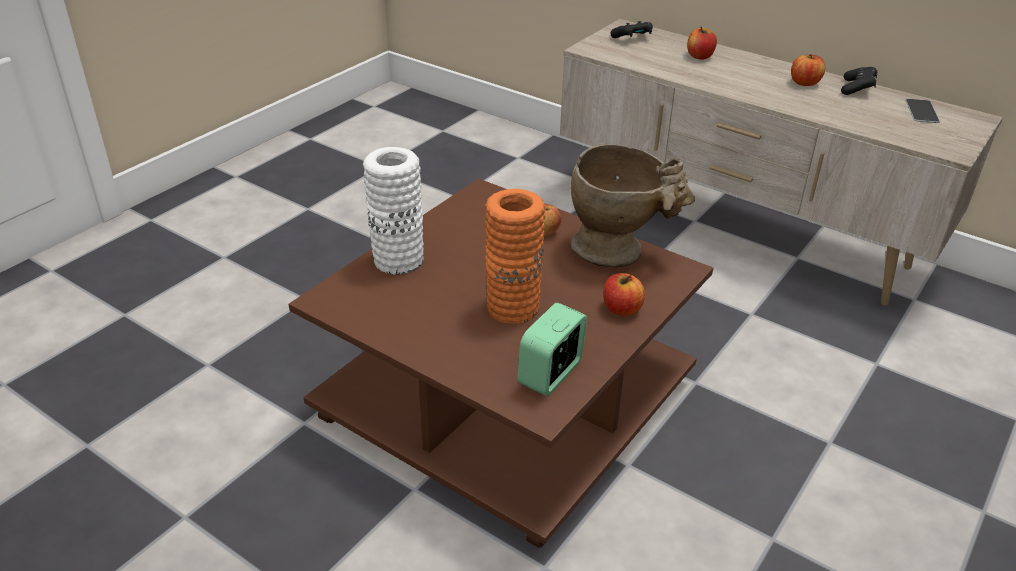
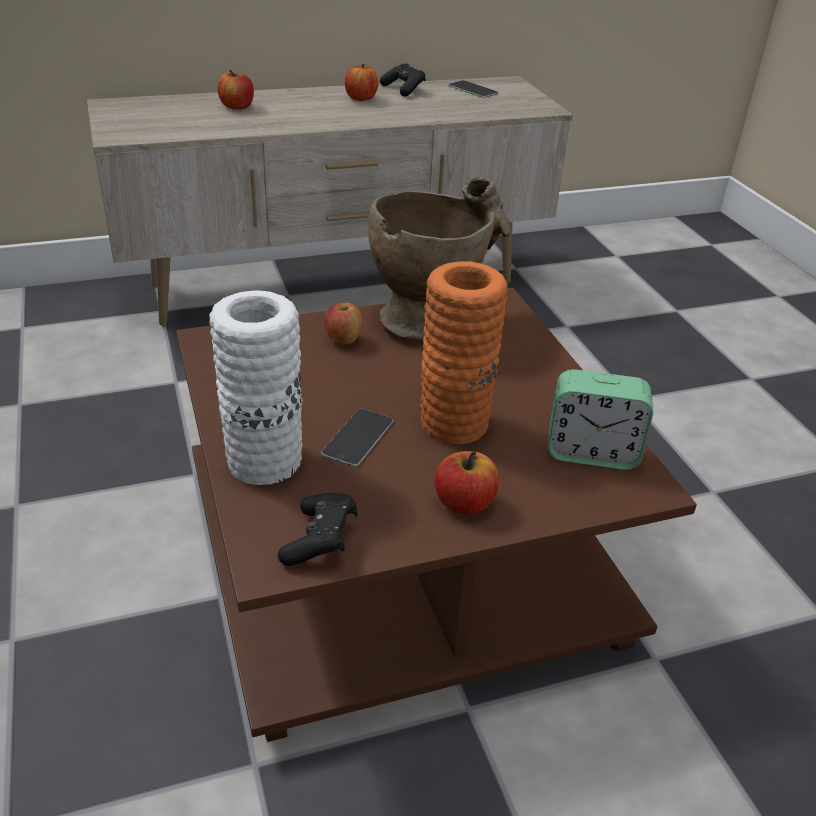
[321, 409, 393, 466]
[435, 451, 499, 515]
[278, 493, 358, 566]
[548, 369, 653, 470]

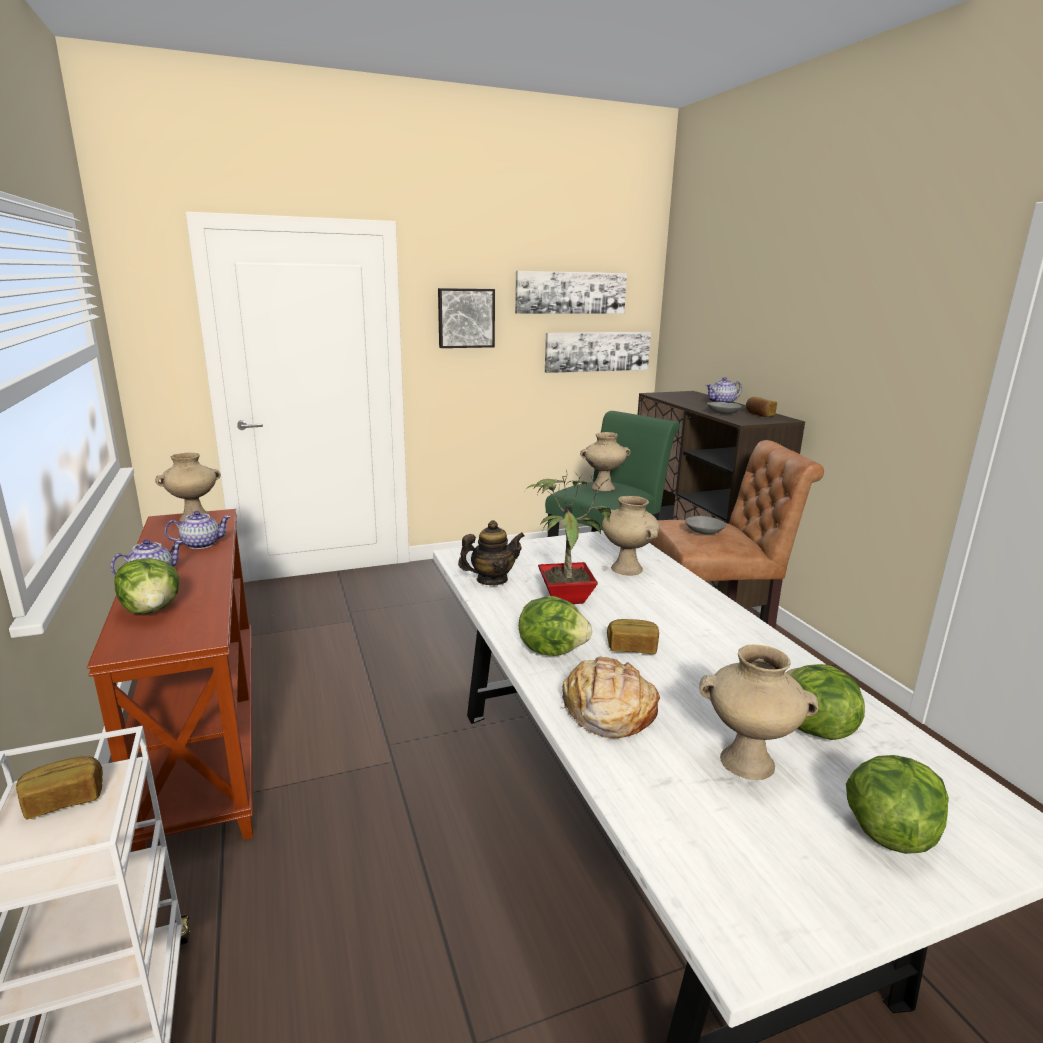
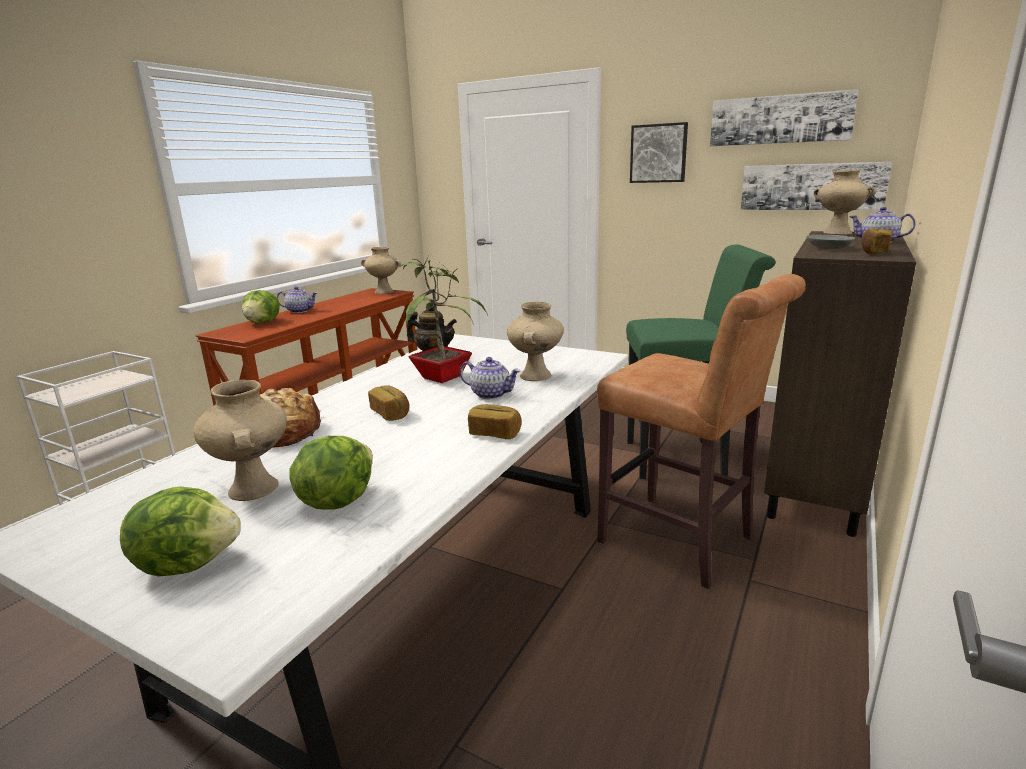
[519, 596, 592, 656] (first image)
[685, 516, 726, 534] (first image)
[468, 404, 522, 439]
[460, 357, 521, 399]
[813, 170, 876, 234]

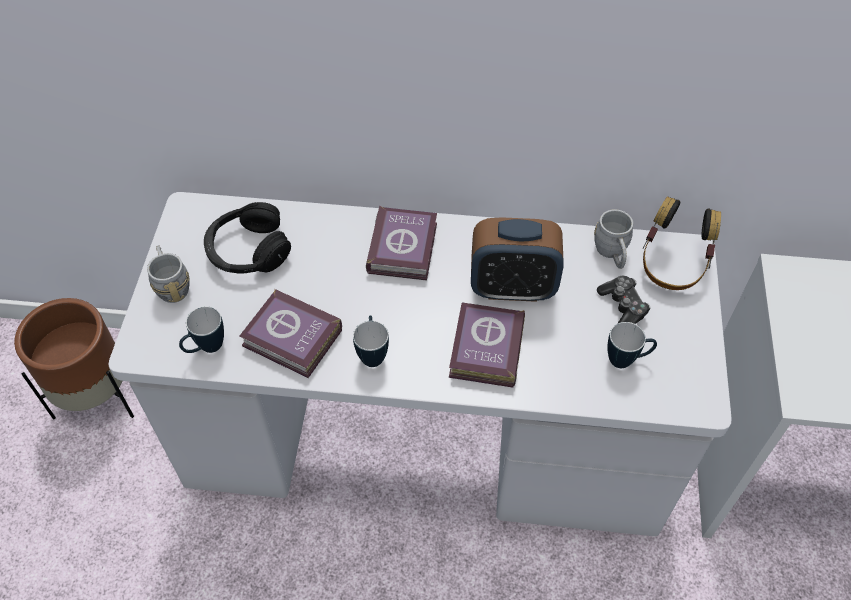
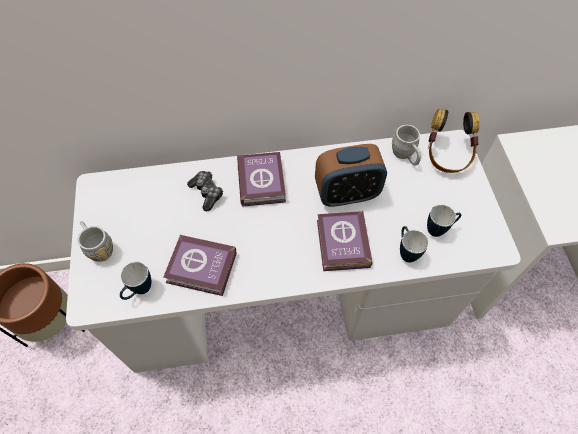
[204, 202, 291, 274] (first image)
[400, 226, 429, 262]
[187, 171, 223, 211]

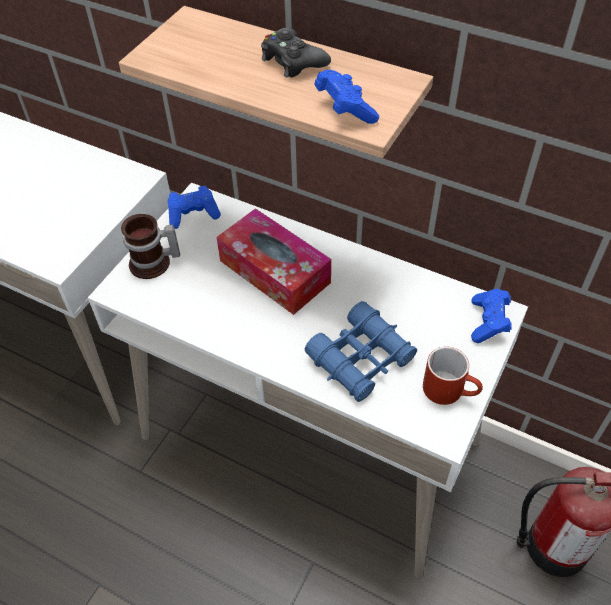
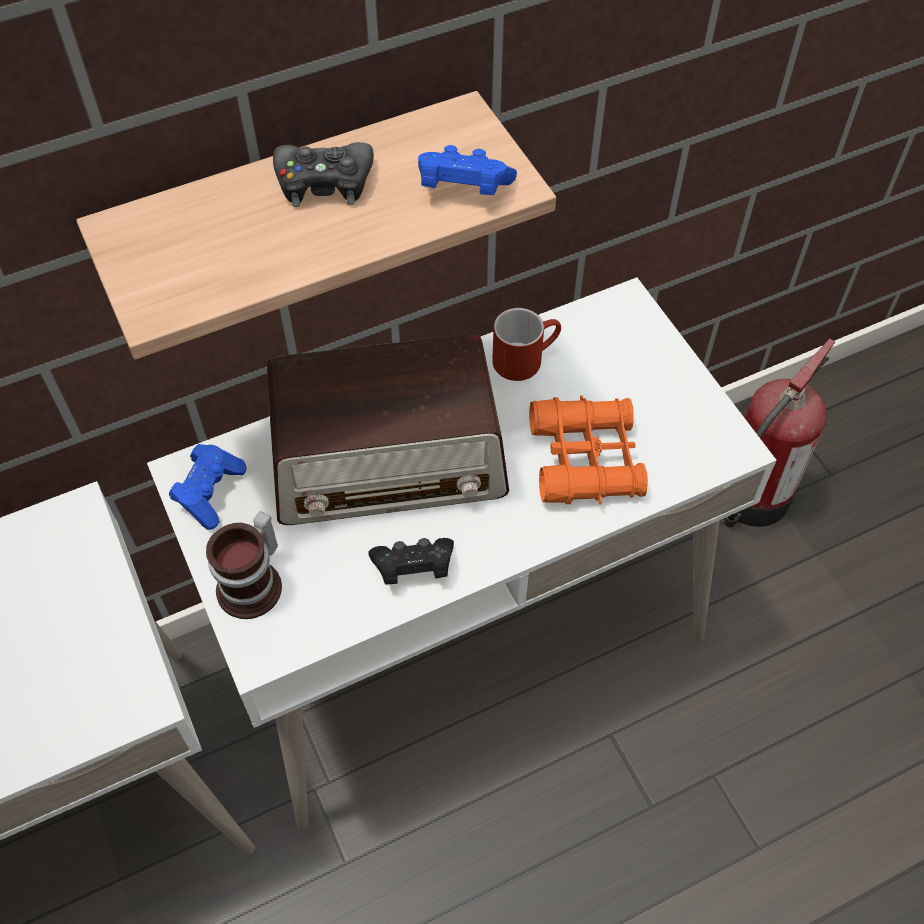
[471, 289, 512, 343] (first image)
[368, 538, 454, 585]
[492, 308, 561, 381]
[267, 334, 509, 525]
[529, 395, 648, 505]

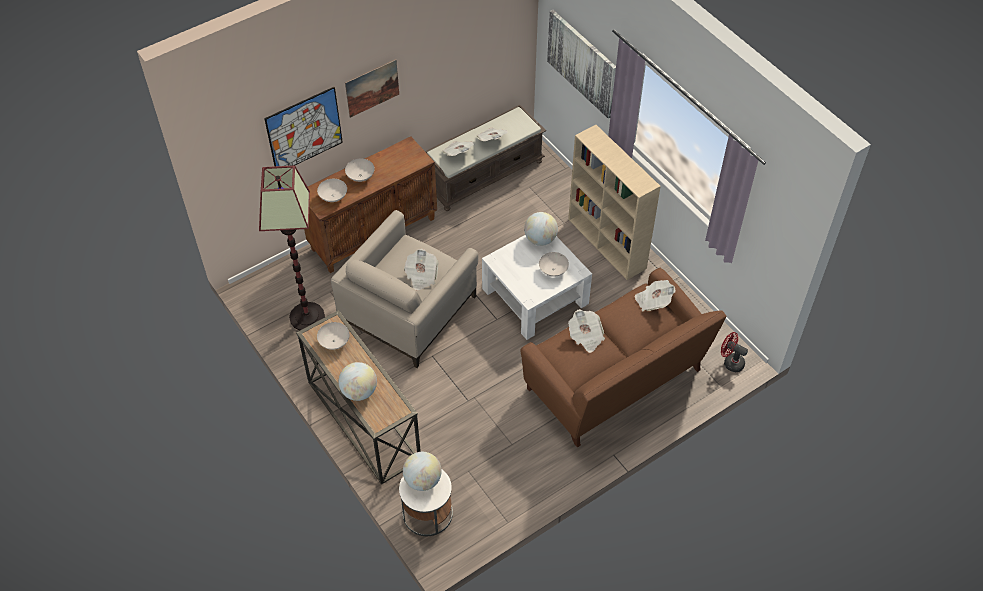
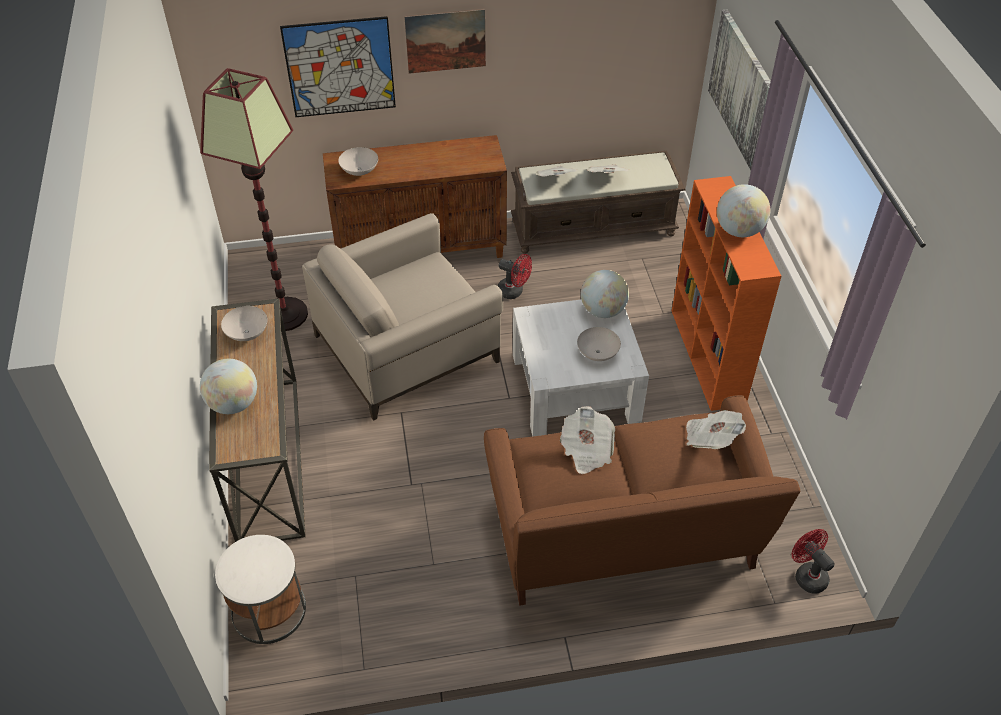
[345, 159, 375, 182] (first image)
[404, 249, 439, 291] (first image)
[498, 254, 532, 299]
[717, 184, 770, 237]
[672, 176, 781, 411]

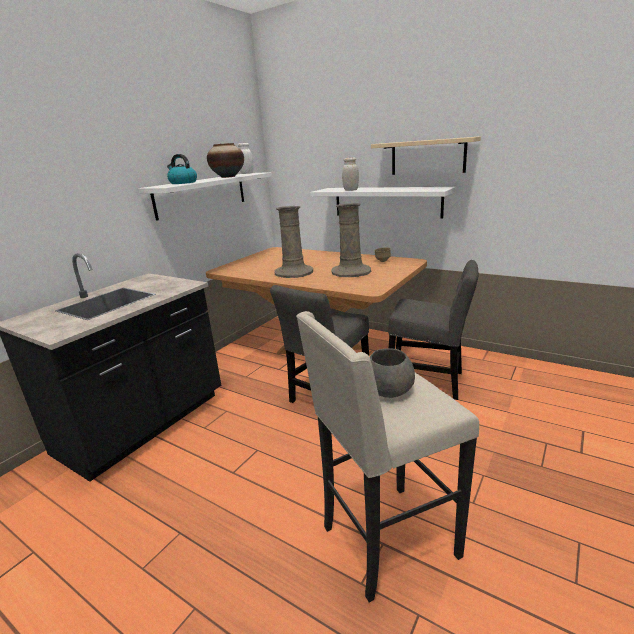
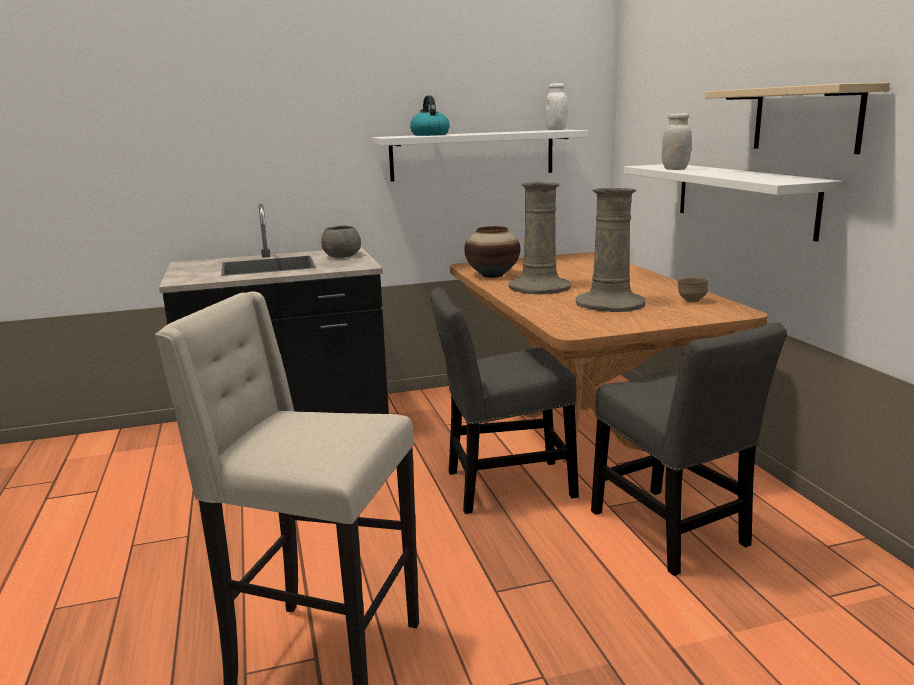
[464, 226, 520, 278]
[321, 226, 361, 258]

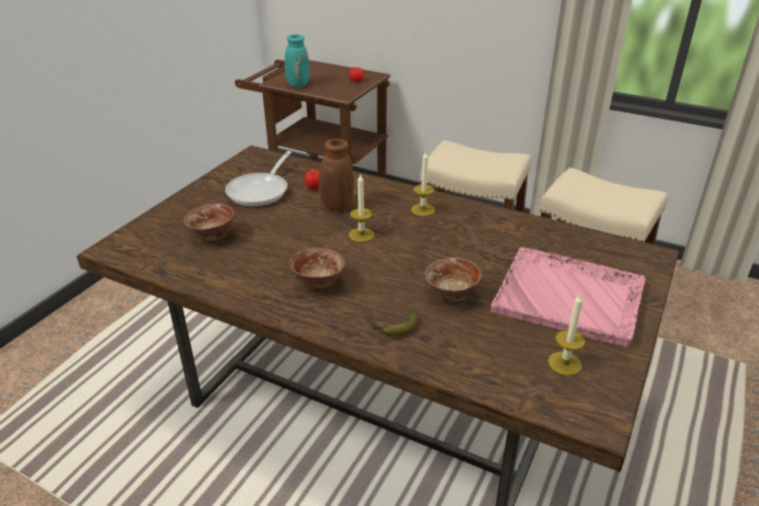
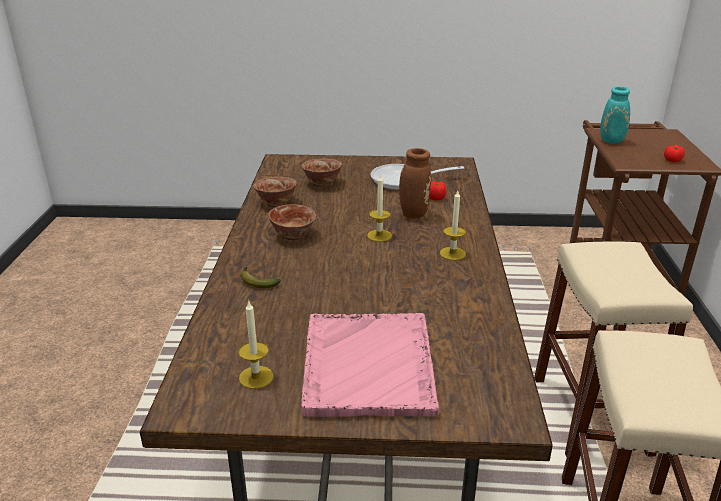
[253, 177, 297, 207]

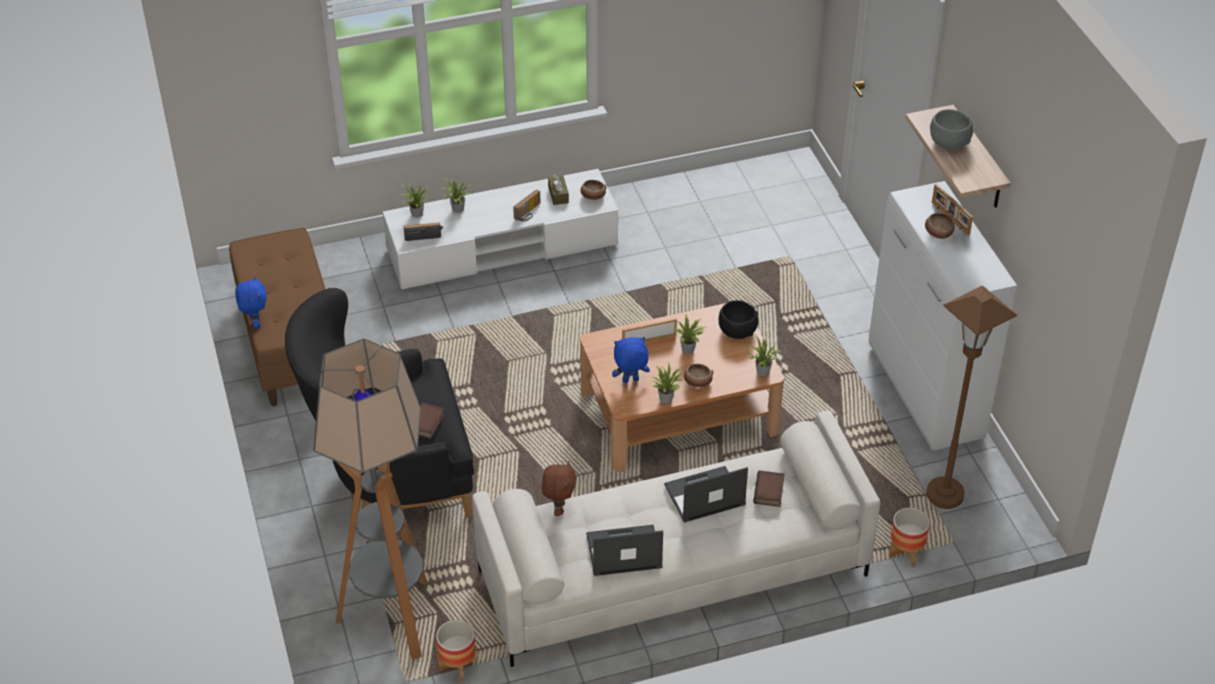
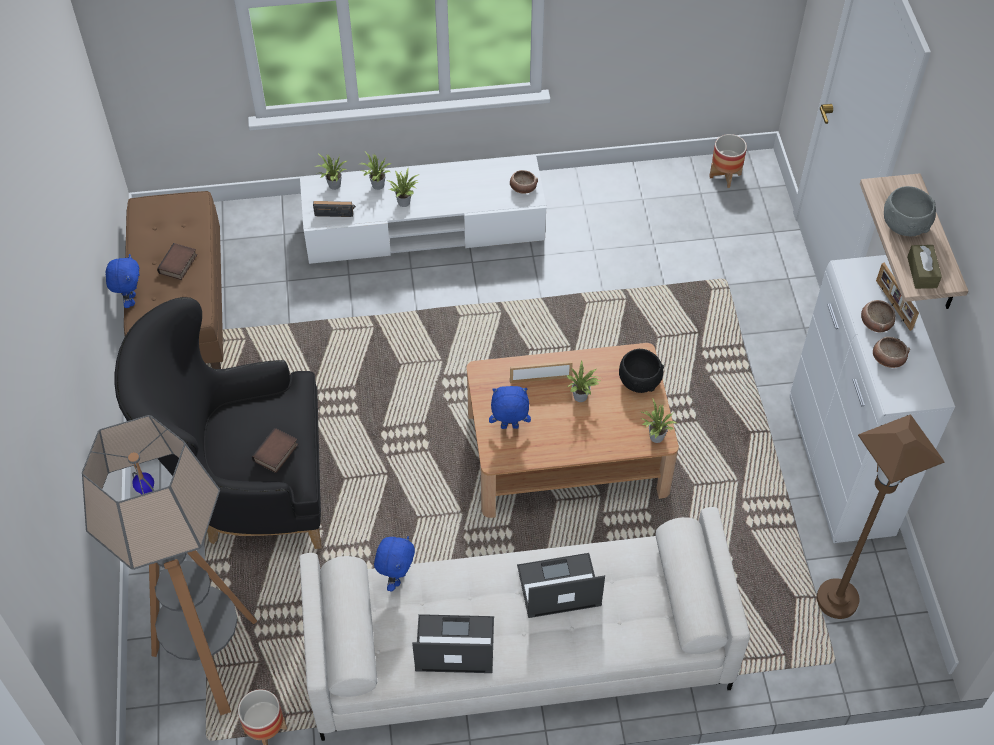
[513, 190, 541, 221] (first image)
[907, 245, 942, 289]
[386, 168, 420, 207]
[873, 337, 910, 368]
[157, 243, 197, 280]
[709, 134, 747, 188]
[374, 536, 415, 592]

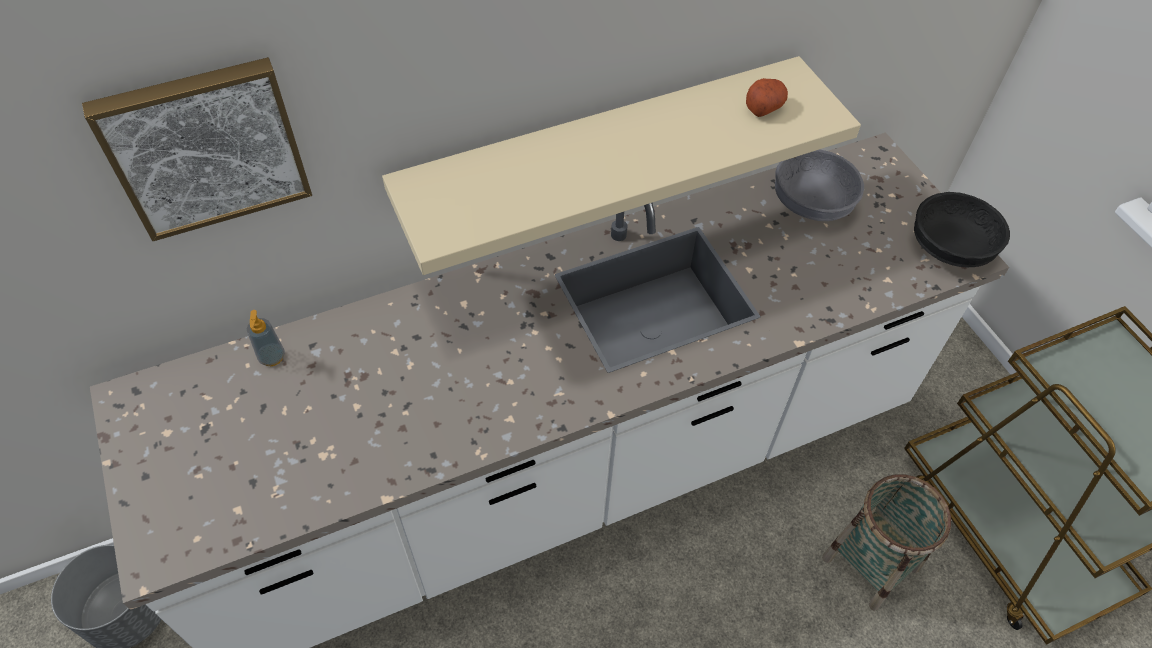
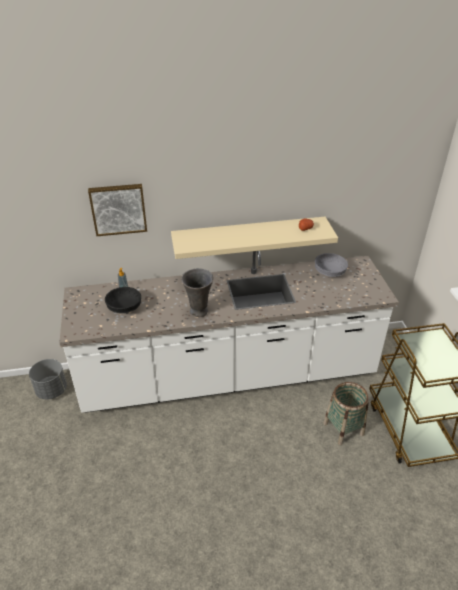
[181, 268, 213, 317]
[105, 287, 141, 313]

